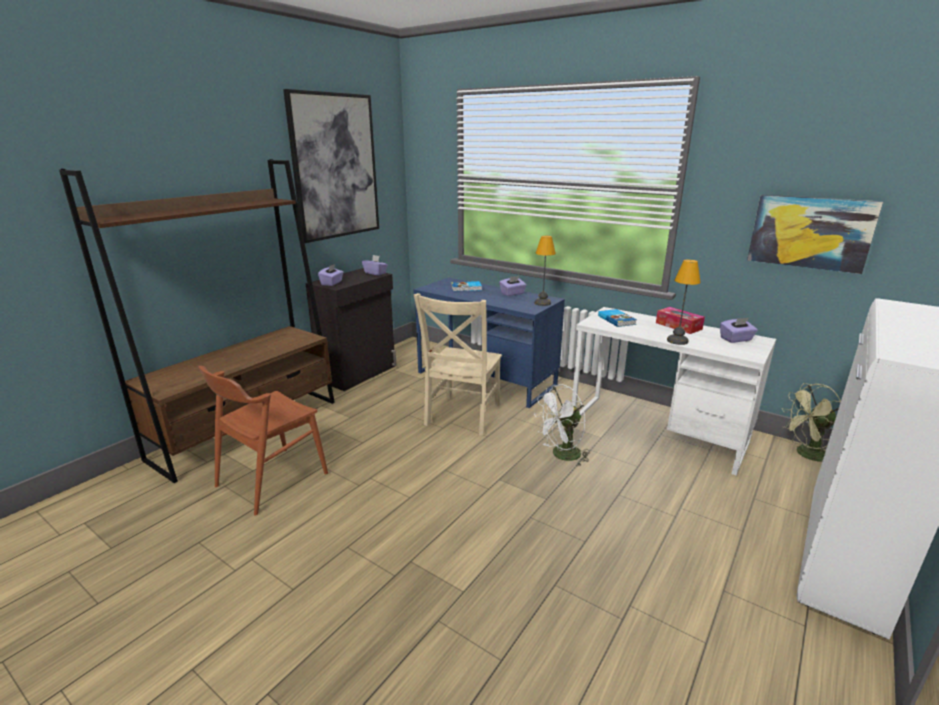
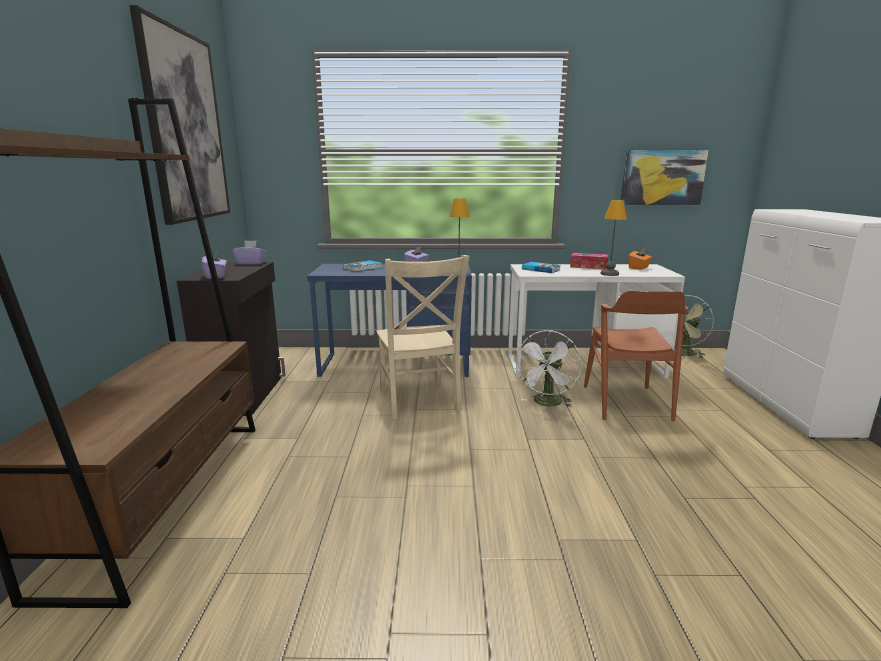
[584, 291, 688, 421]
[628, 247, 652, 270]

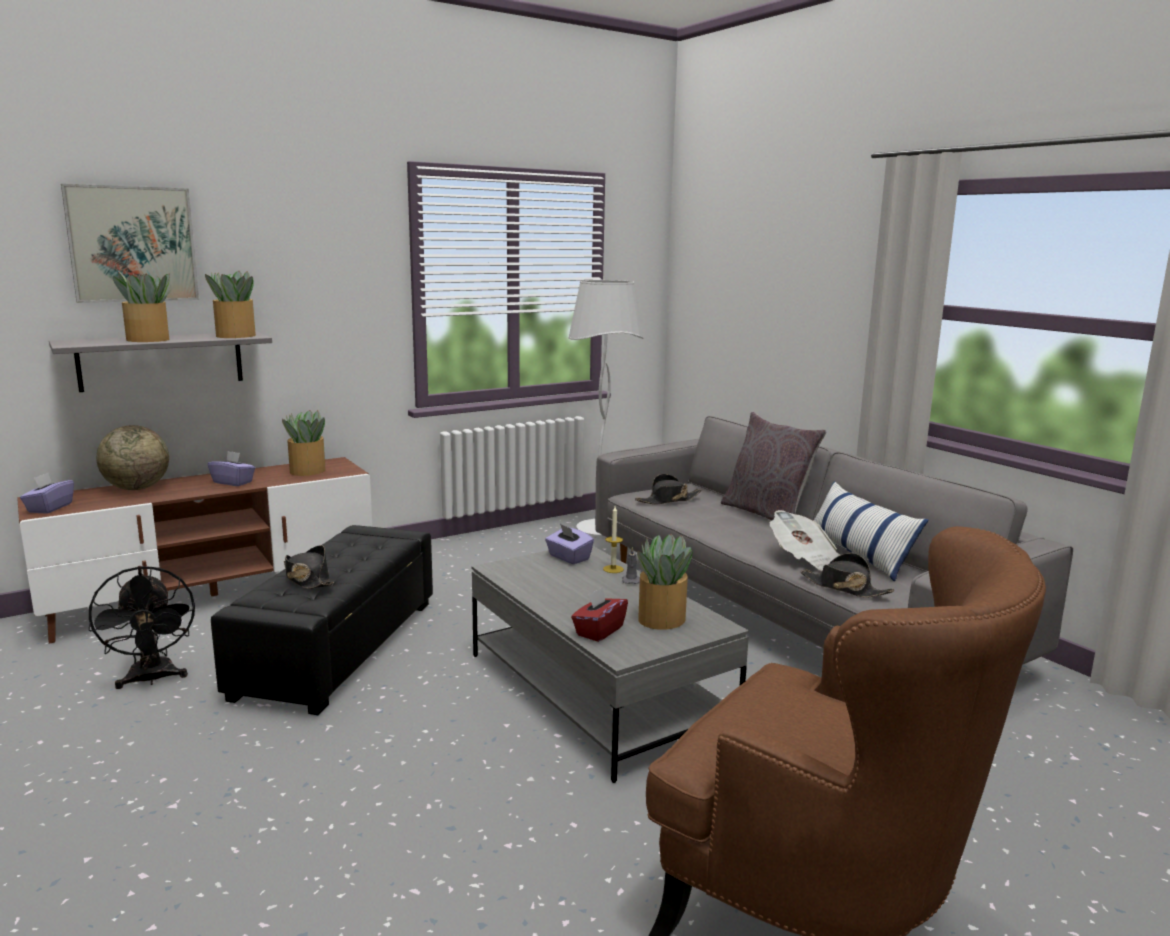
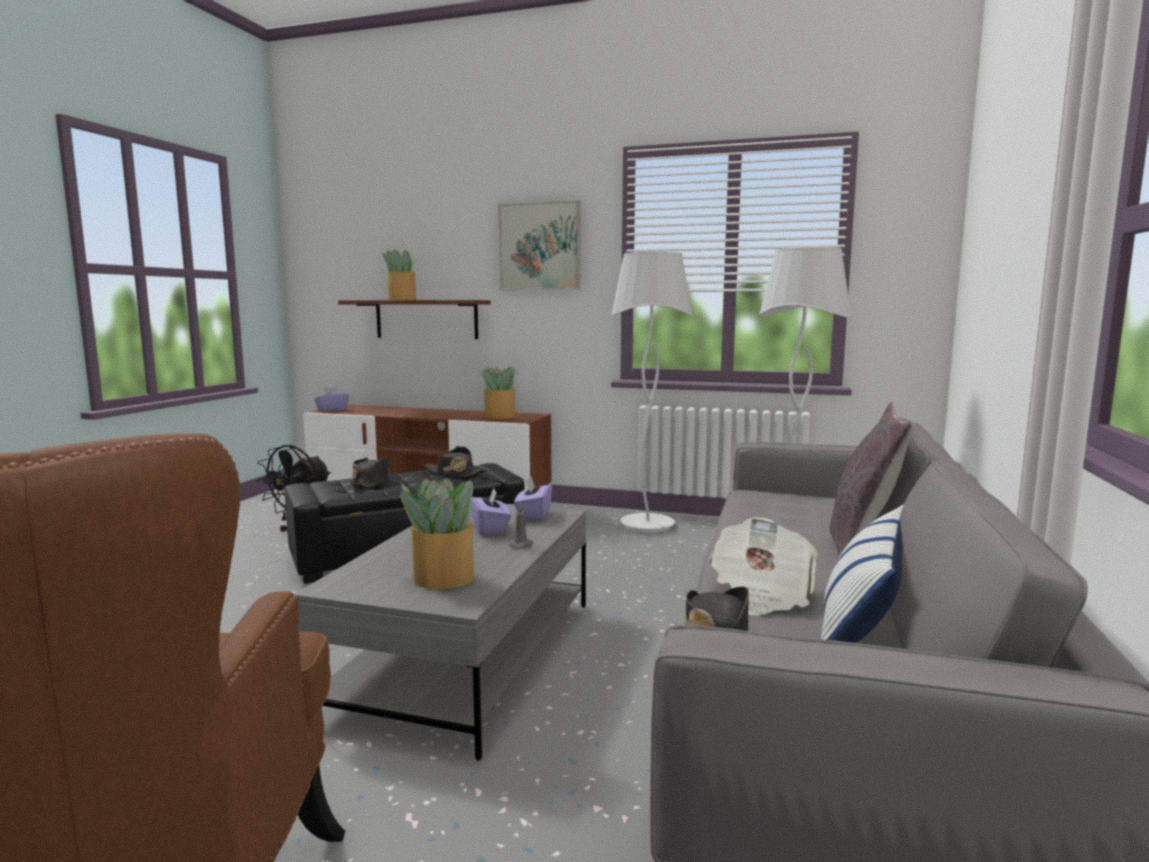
[96, 425, 169, 490] (first image)
[205, 271, 256, 338] (first image)
[571, 587, 628, 642] (first image)
[603, 506, 624, 573] (first image)
[611, 252, 693, 533]
[498, 200, 581, 290]
[471, 488, 511, 536]
[424, 447, 488, 476]
[338, 300, 491, 339]

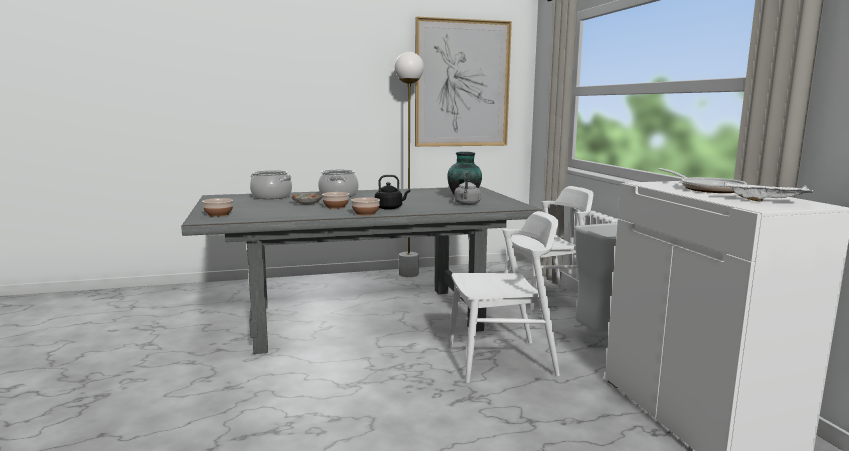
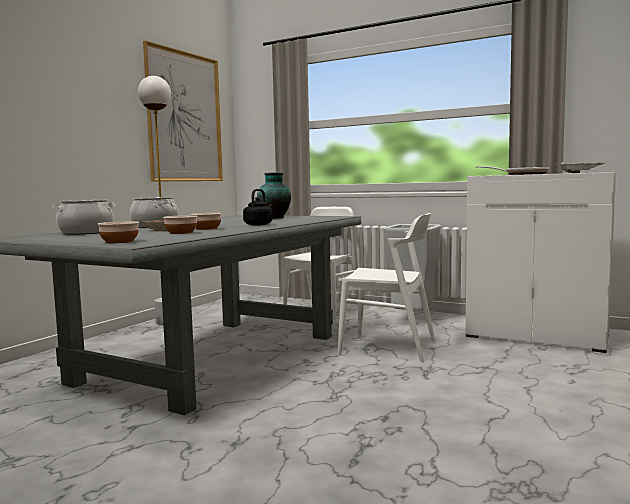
[454, 171, 481, 205] (first image)
[163, 215, 198, 234]
[338, 213, 435, 362]

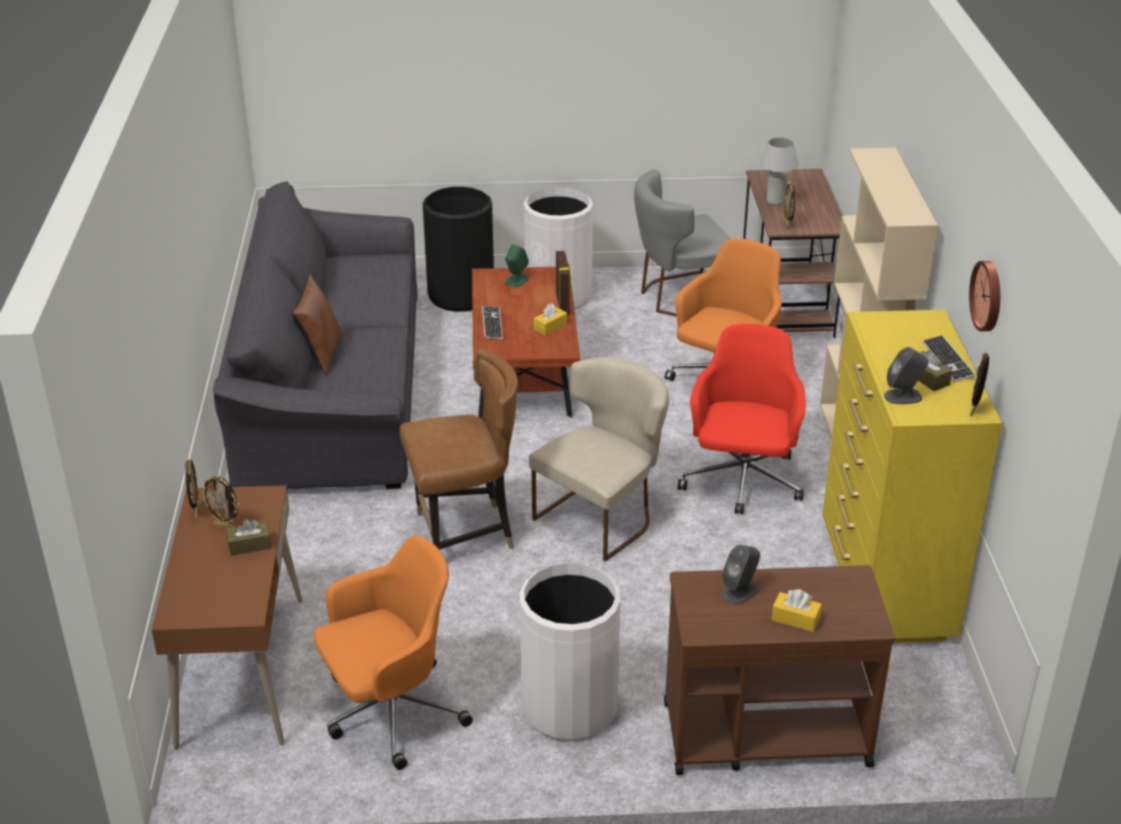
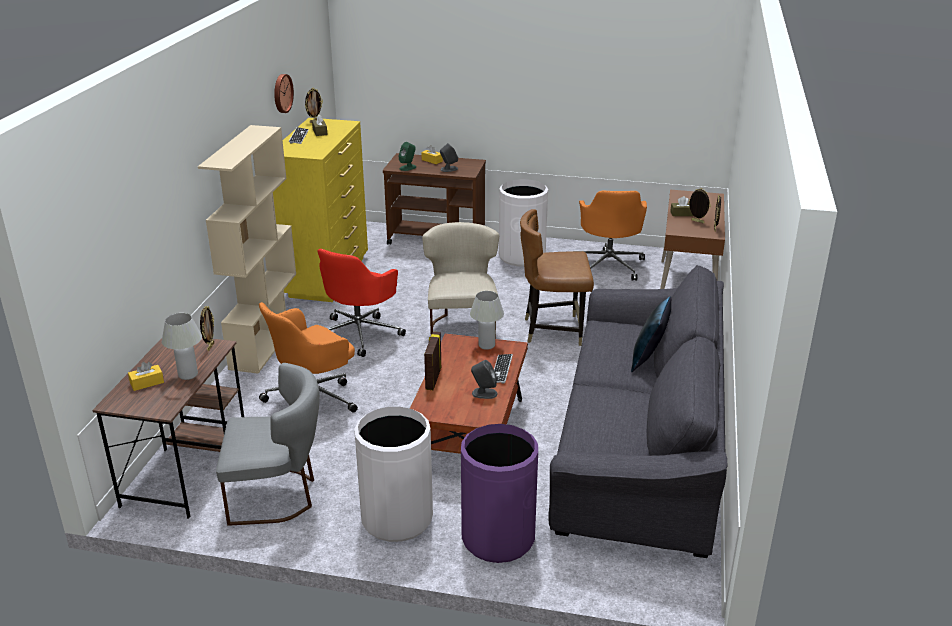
[470, 291, 504, 350]
[398, 142, 416, 171]
[128, 362, 164, 391]
[471, 360, 497, 399]
[631, 296, 671, 372]
[461, 424, 538, 563]
[574, 190, 647, 281]
[422, 222, 499, 339]

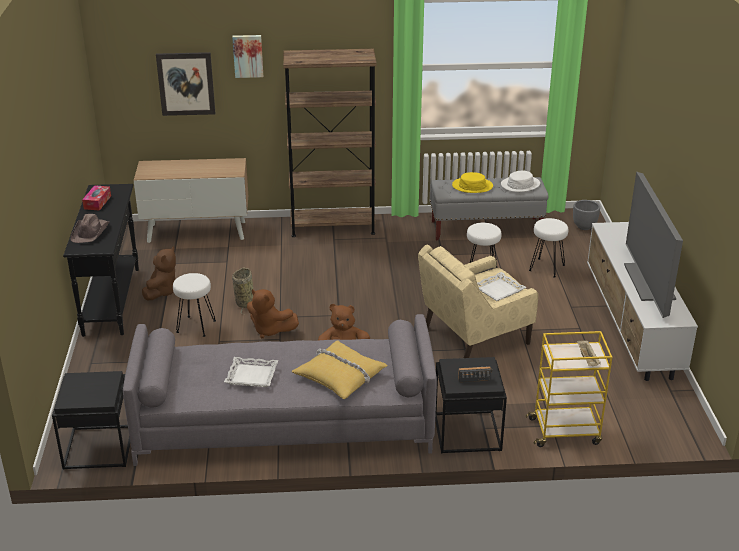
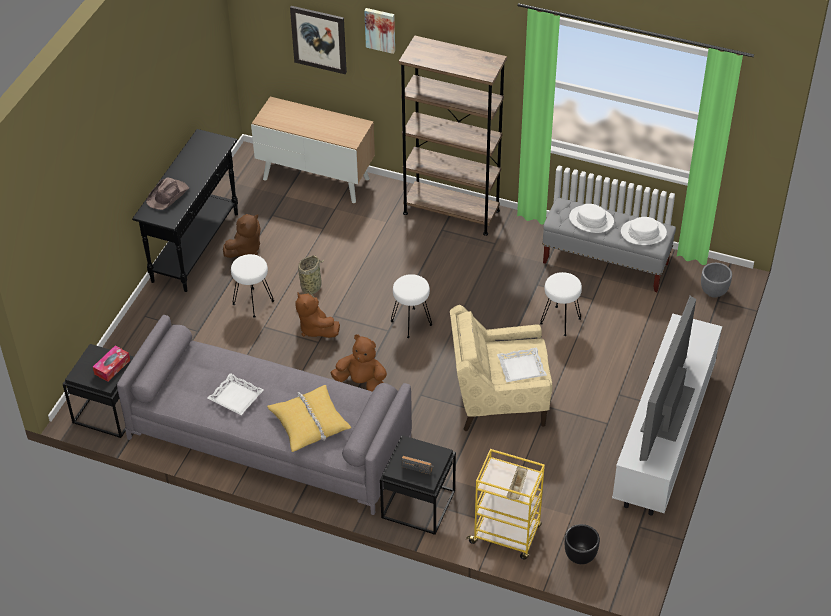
[565, 524, 600, 564]
[93, 346, 130, 382]
[391, 274, 432, 338]
[569, 204, 614, 233]

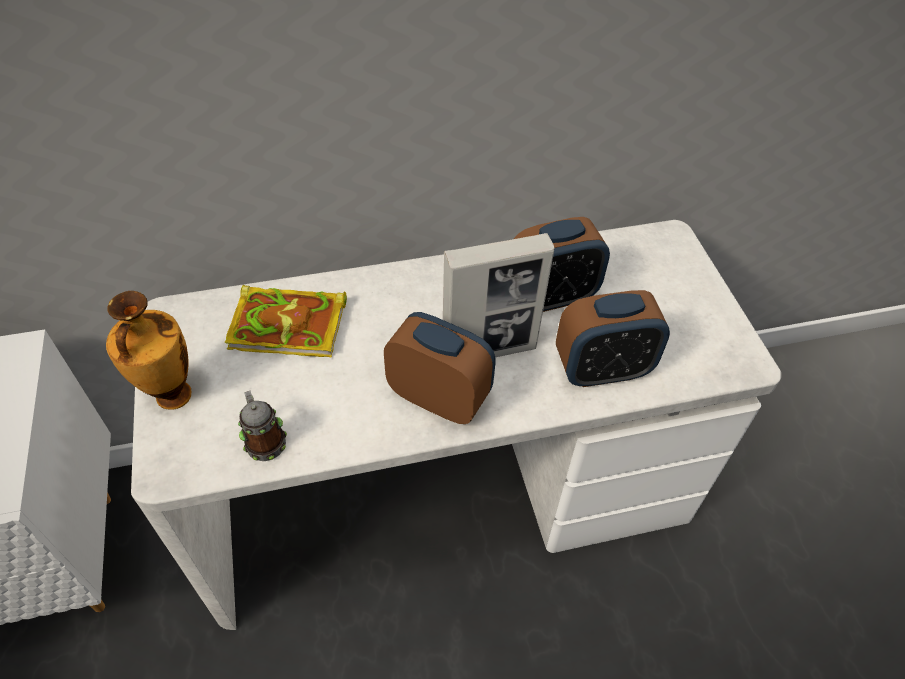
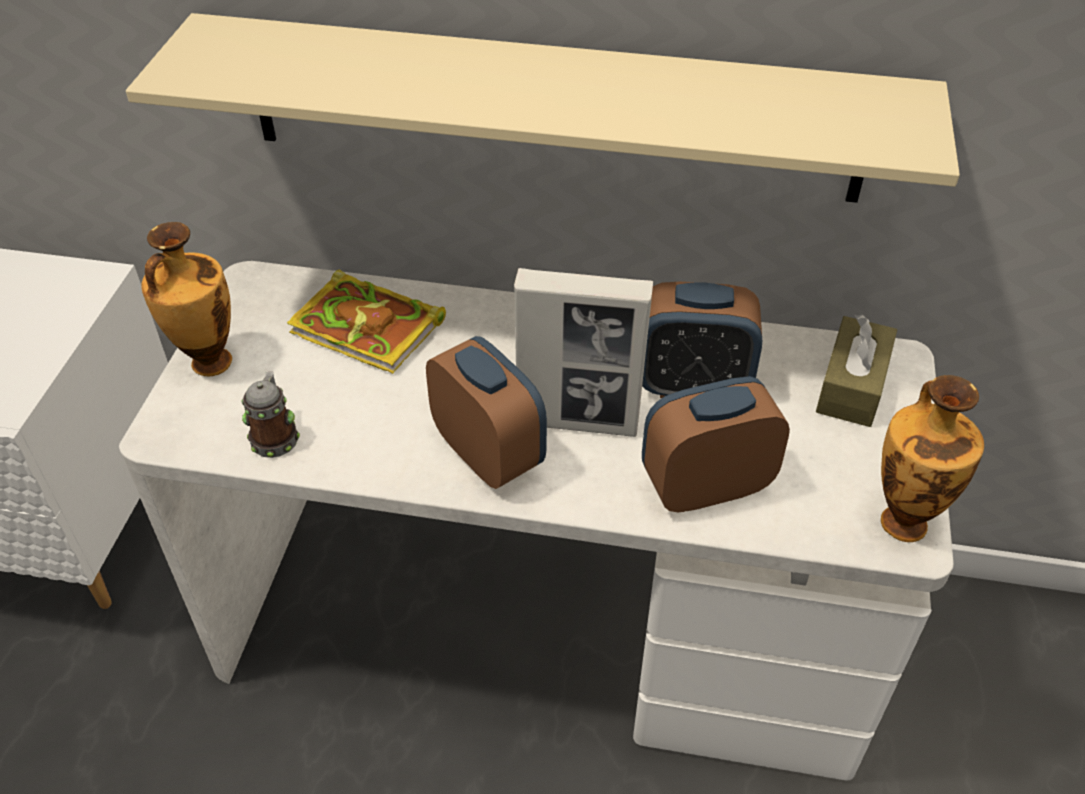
[126, 13, 960, 203]
[816, 314, 897, 427]
[881, 375, 984, 542]
[642, 376, 790, 512]

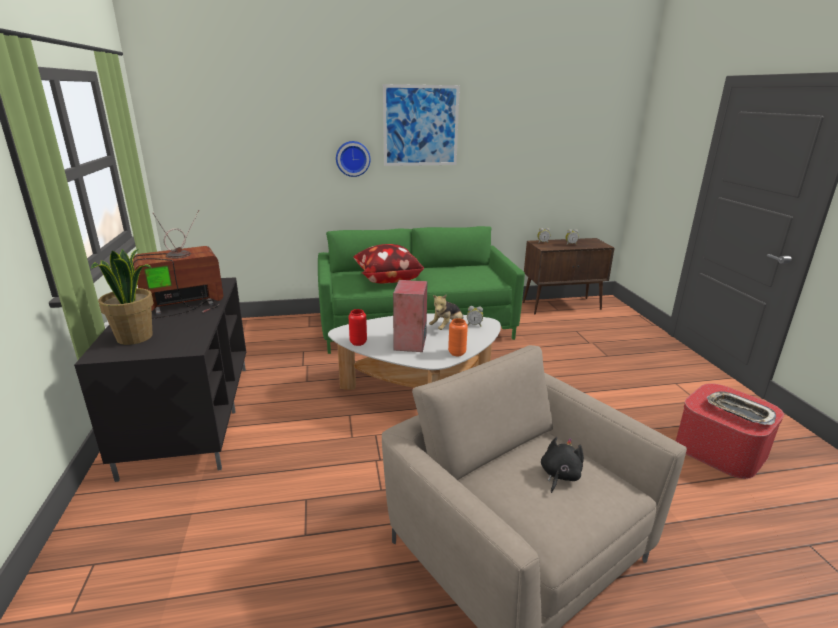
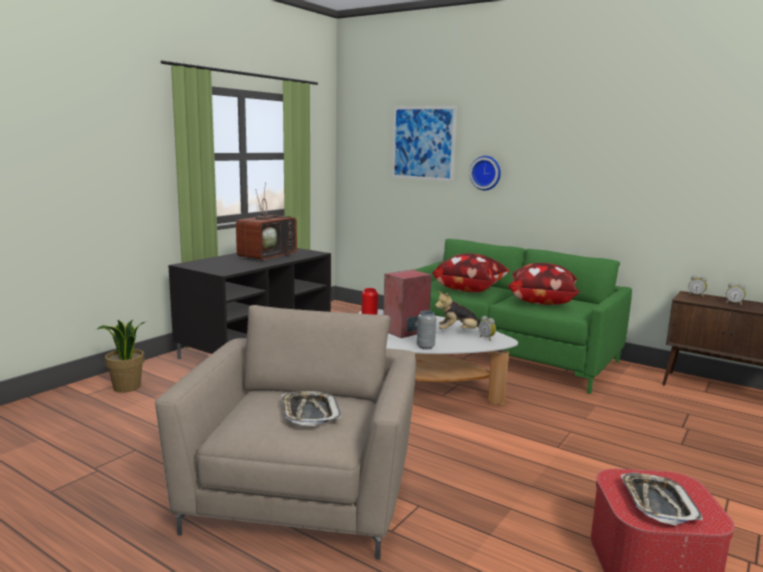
[507, 263, 580, 305]
[97, 320, 145, 393]
[392, 106, 457, 181]
[282, 391, 341, 426]
[417, 310, 436, 349]
[236, 182, 297, 262]

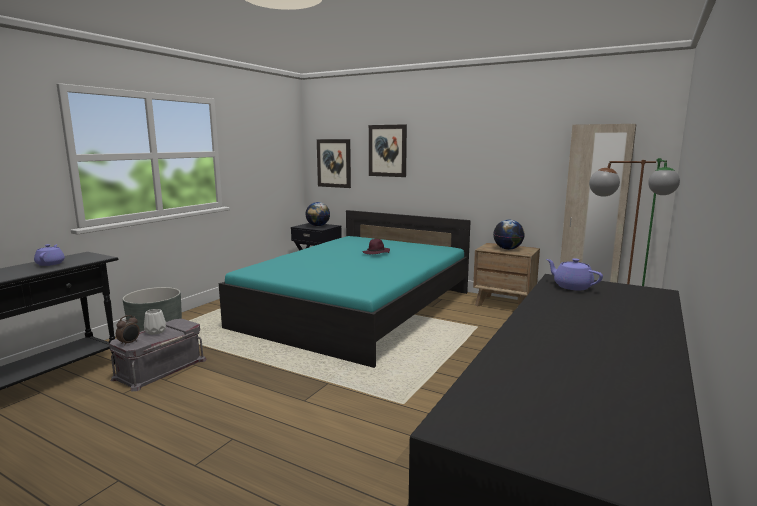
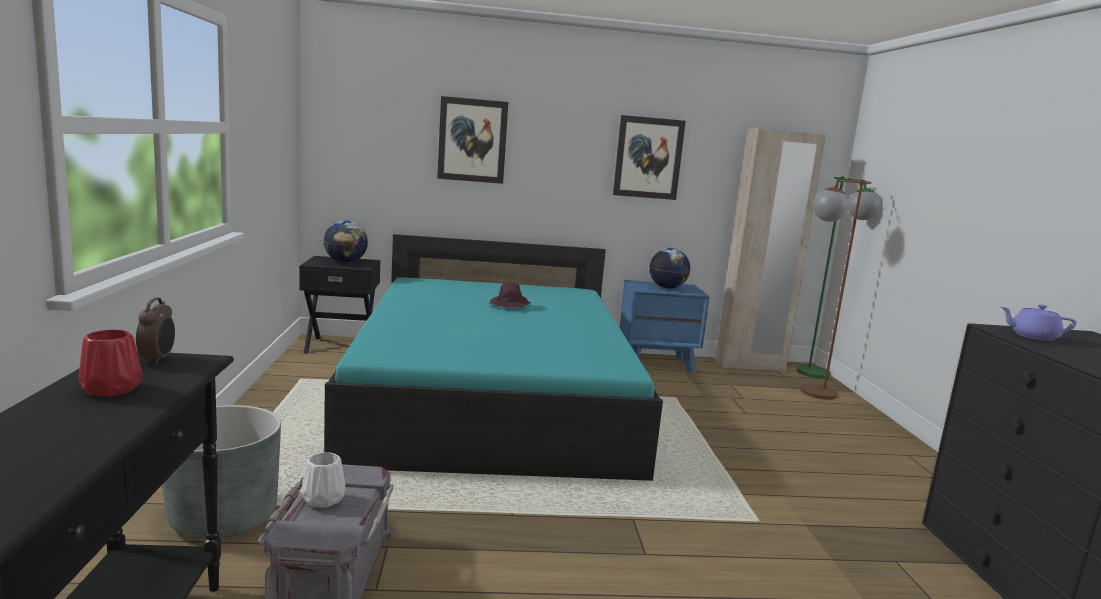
[136, 297, 175, 365]
[613, 115, 686, 200]
[79, 330, 142, 397]
[620, 280, 710, 373]

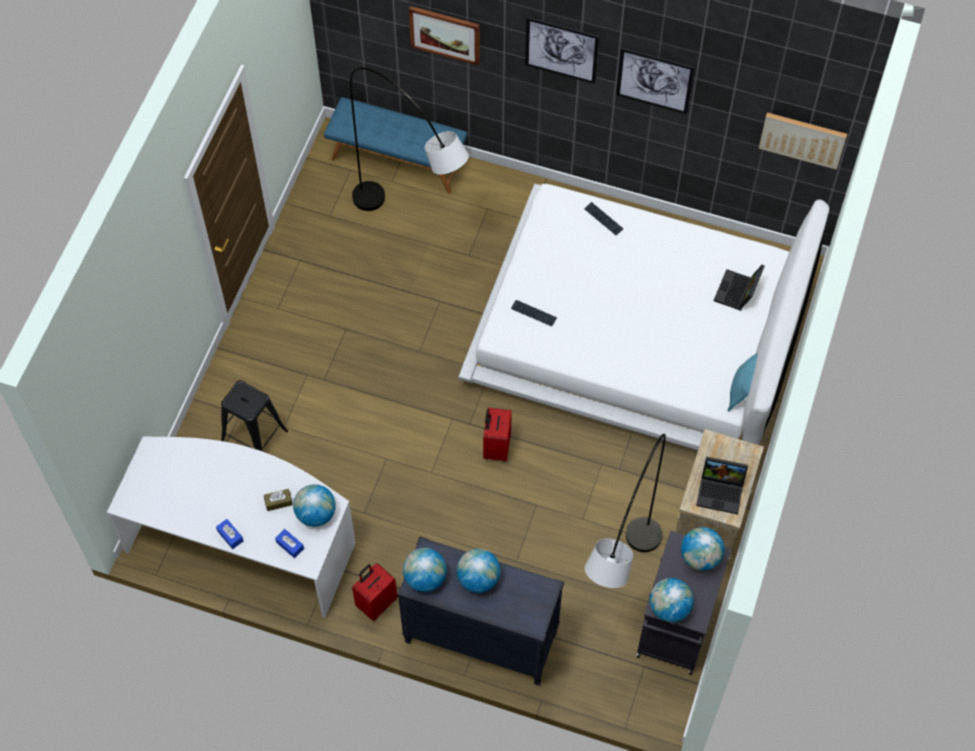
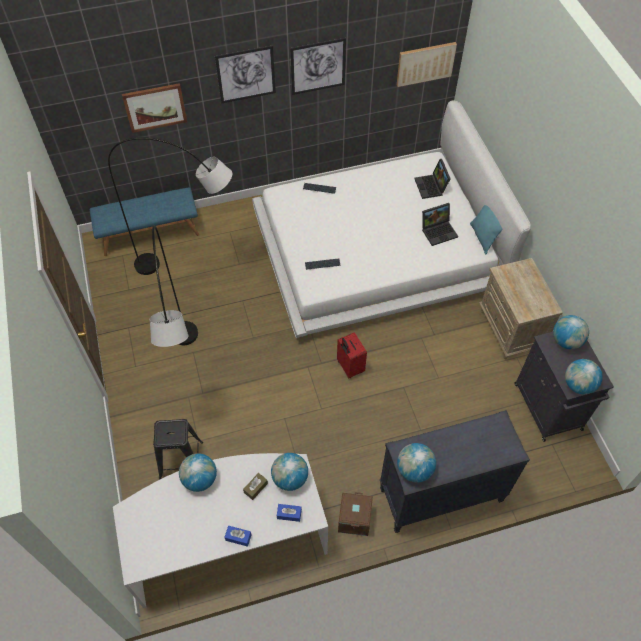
[179, 454, 217, 492]
[150, 225, 198, 347]
[422, 203, 458, 246]
[338, 492, 373, 536]

